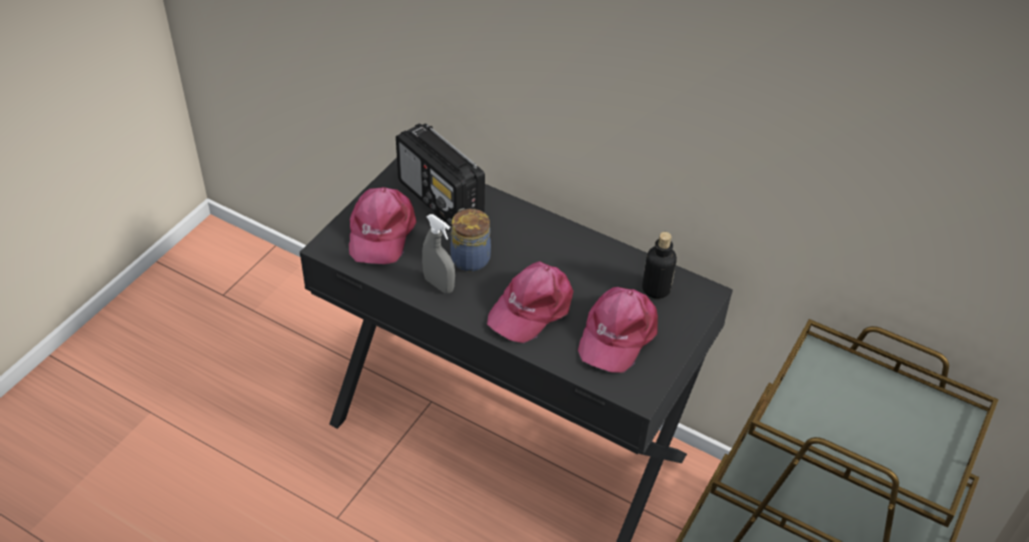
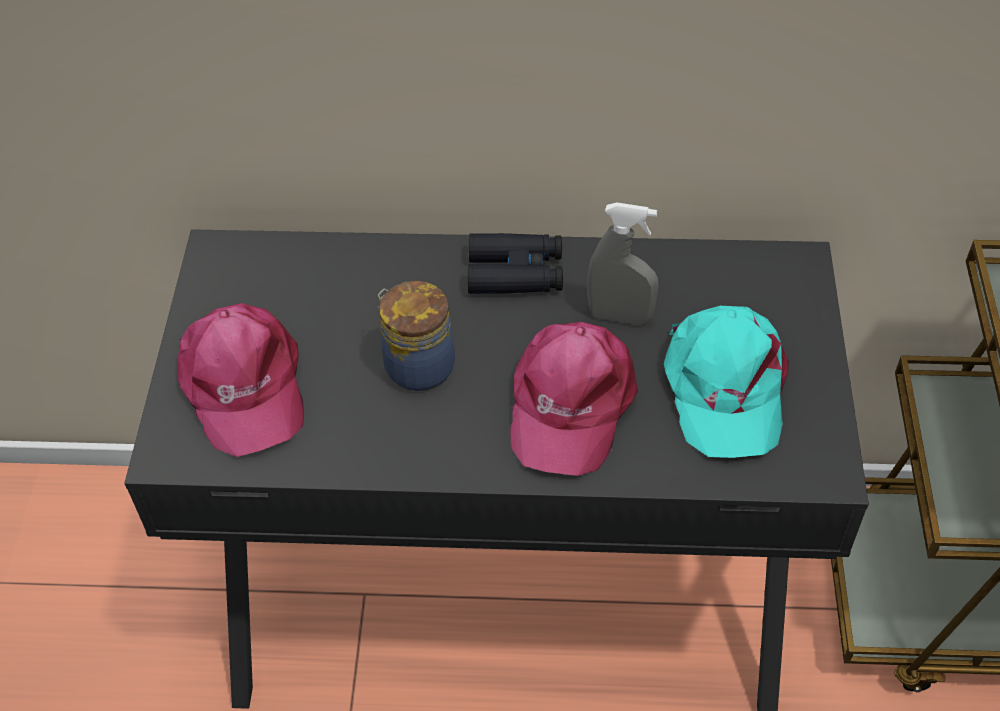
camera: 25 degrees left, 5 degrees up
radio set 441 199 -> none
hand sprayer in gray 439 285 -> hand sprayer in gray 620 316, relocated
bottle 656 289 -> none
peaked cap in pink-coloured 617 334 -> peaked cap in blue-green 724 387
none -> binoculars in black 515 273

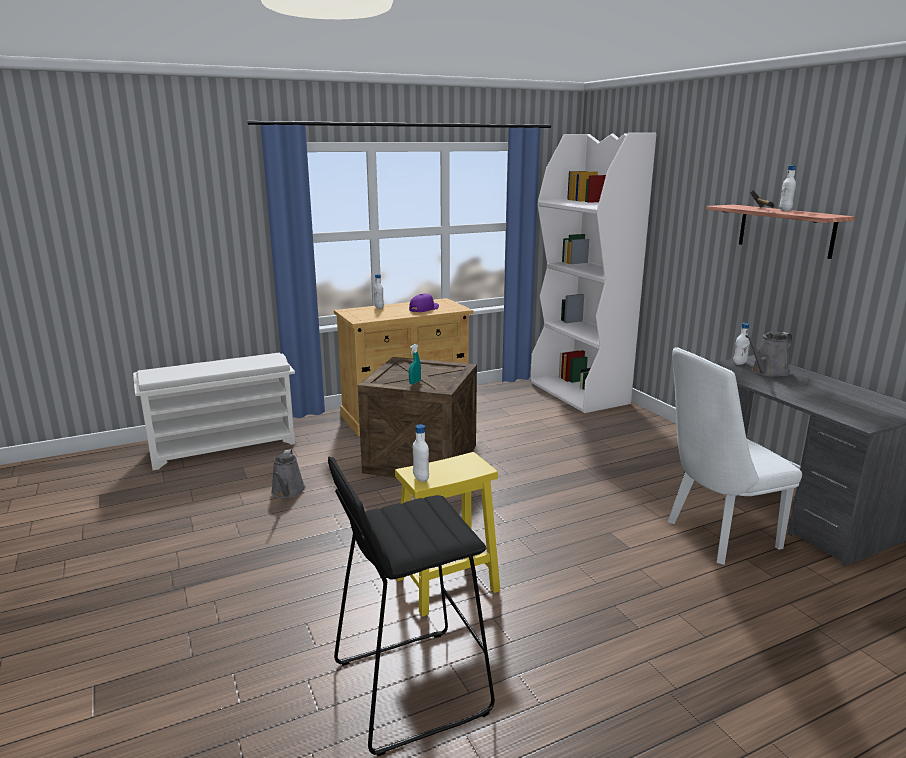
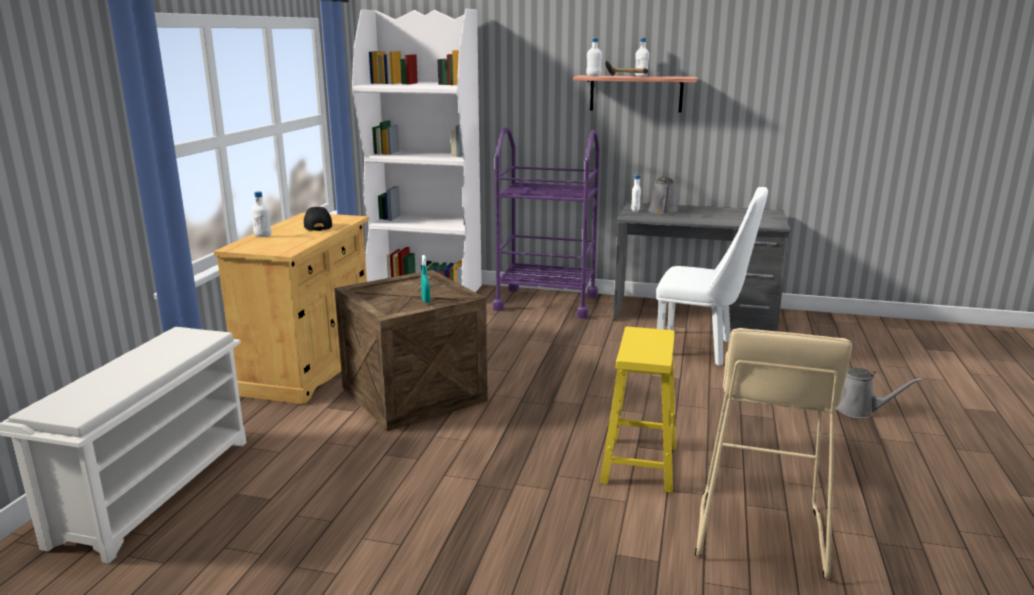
camera: 50 degrees left, 0 degrees up
peaked cap in purple 424 309 -> peaked cap in black 317 226
chair in white 715 536 -> chair in white 702 349, 90 degrees counterclockwise
bottle in white 421 478 -> bottle in white 593 76, relocated
watering pot in gray 287 492 -> watering pot in gray 858 410, relocated
stool seat in black 410 687 -> stool seat in sand-coloured 758 533
none -> cart in purple 546 302

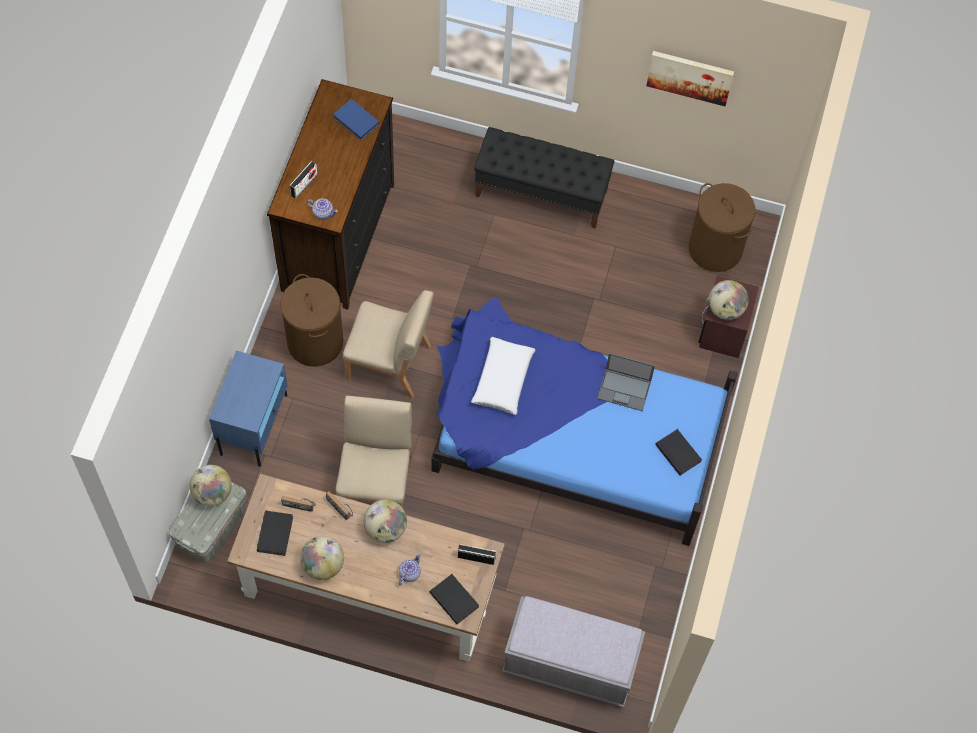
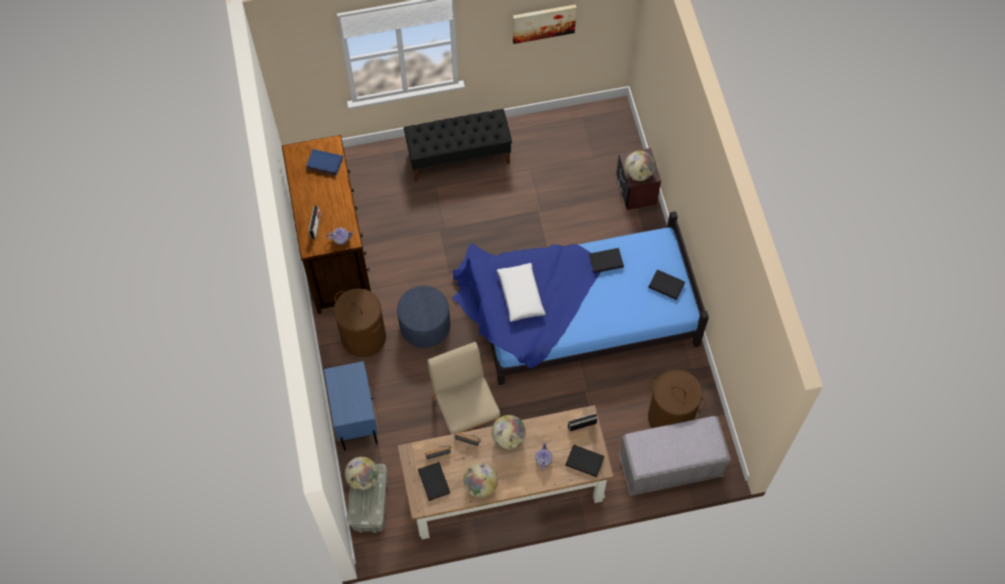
camera: 25 degrees left, 0 degrees up
washing basket in brown 715 248 -> washing basket in brown 670 417, relocated
chair in sand-coloured 389 363 -> footrest in bluish 425 325
laptop 625 389 -> book in black 606 260

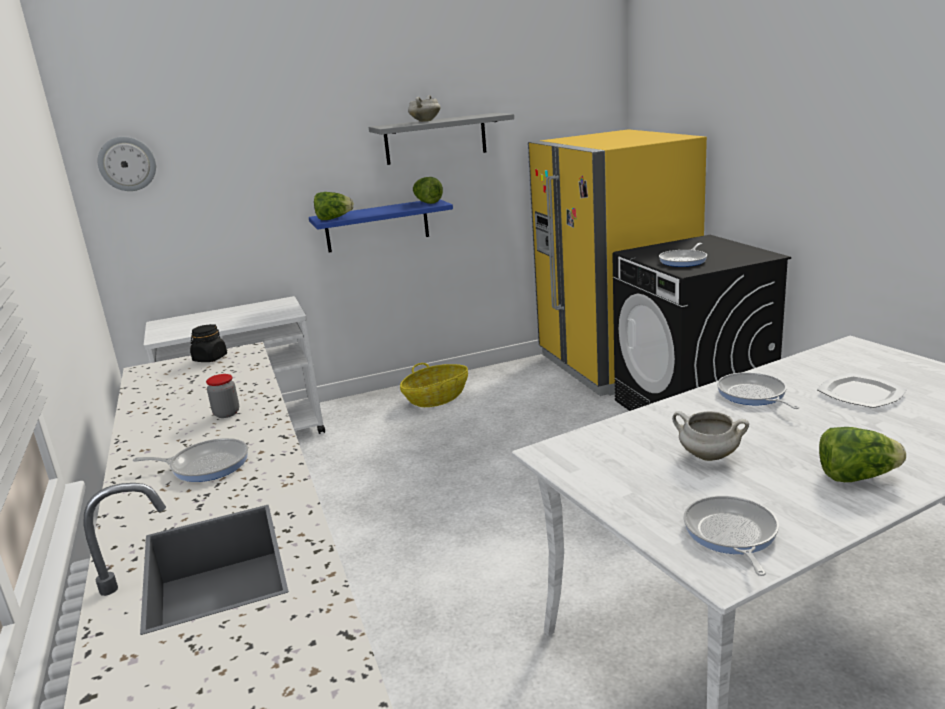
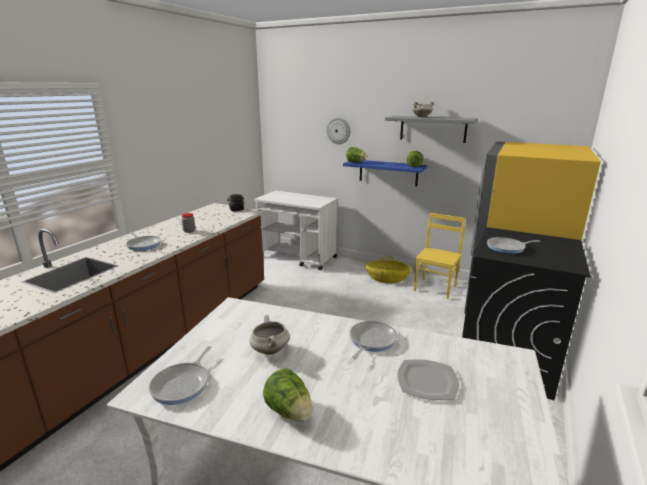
camera: 45 degrees right, 0 degrees up
wall clock 127 164 -> wall clock 338 130, relocated
frying pan 731 534 -> frying pan 183 384, 150 degrees clockwise
none -> chair in yellow-coloured 436 288

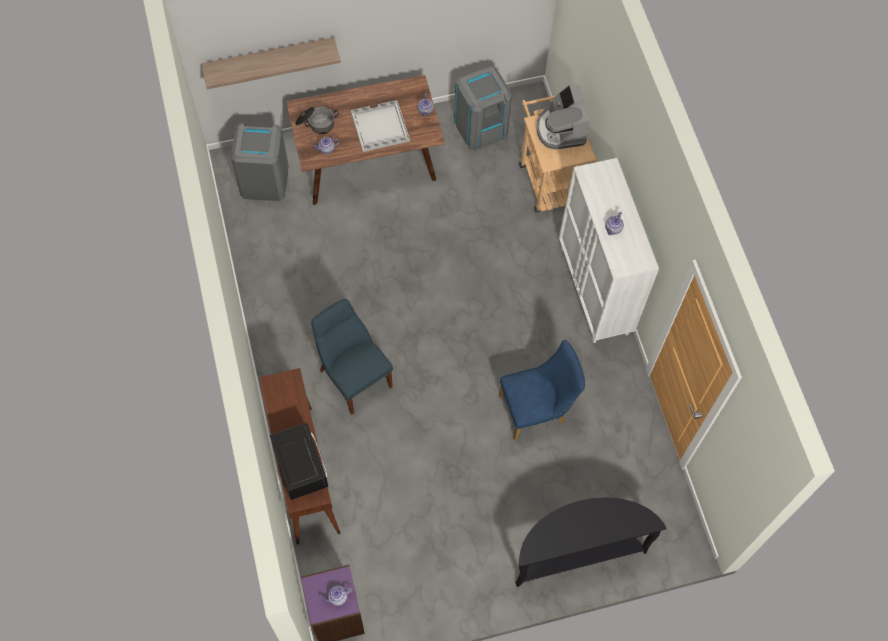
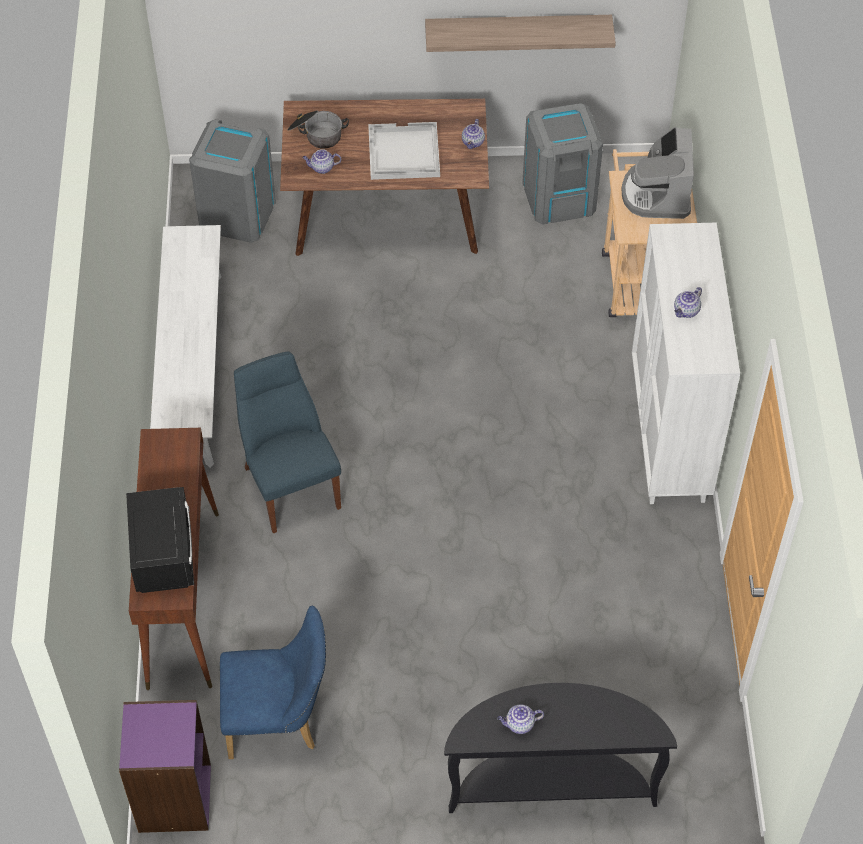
camera: 15 degrees right, 10 degrees down
bracket shelf 269 58 -> bracket shelf 518 30, relocated
chair in bluish 537 410 -> chair in bluish 279 721, relocated
tea pot 337 597 -> tea pot 519 724, relocated
none -> long seat in white 193 368

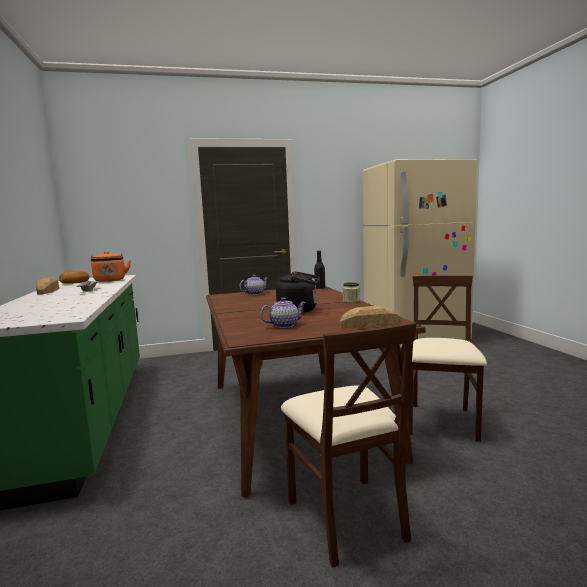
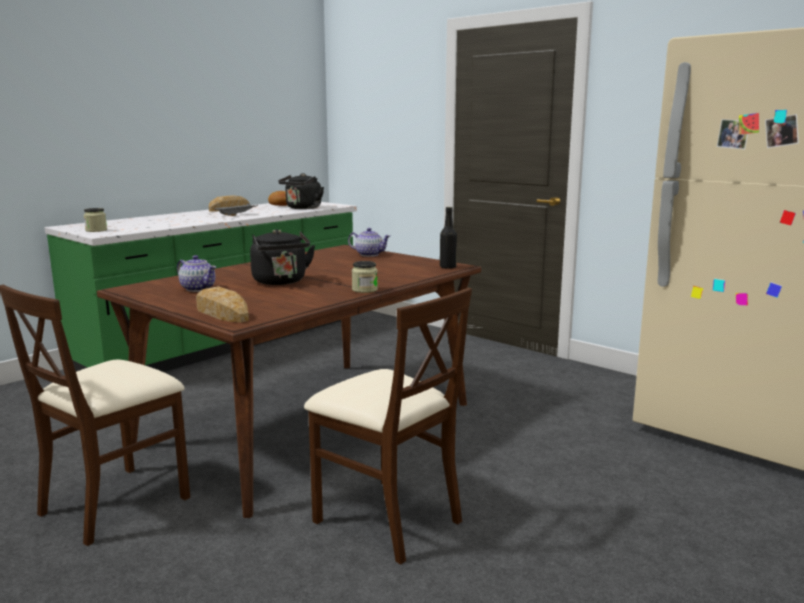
camera: 55 degrees right, 5 degrees up
tea kettle in orangey 110 280 -> tea kettle in black 302 208
chair in sand-coloured 441 422 -> chair in sand-coloured 387 519, 60 degrees clockwise
none -> preserve jar 96 230

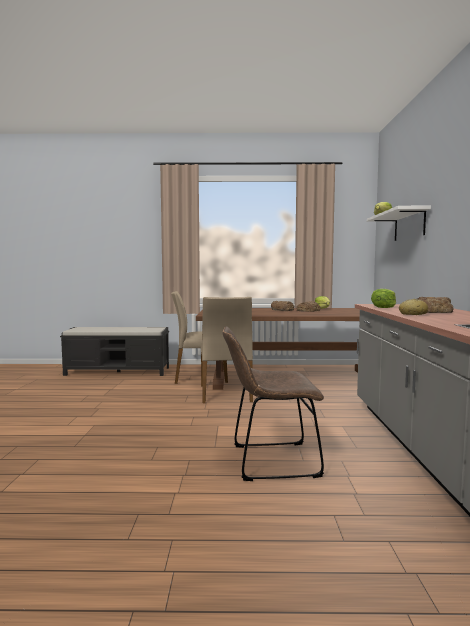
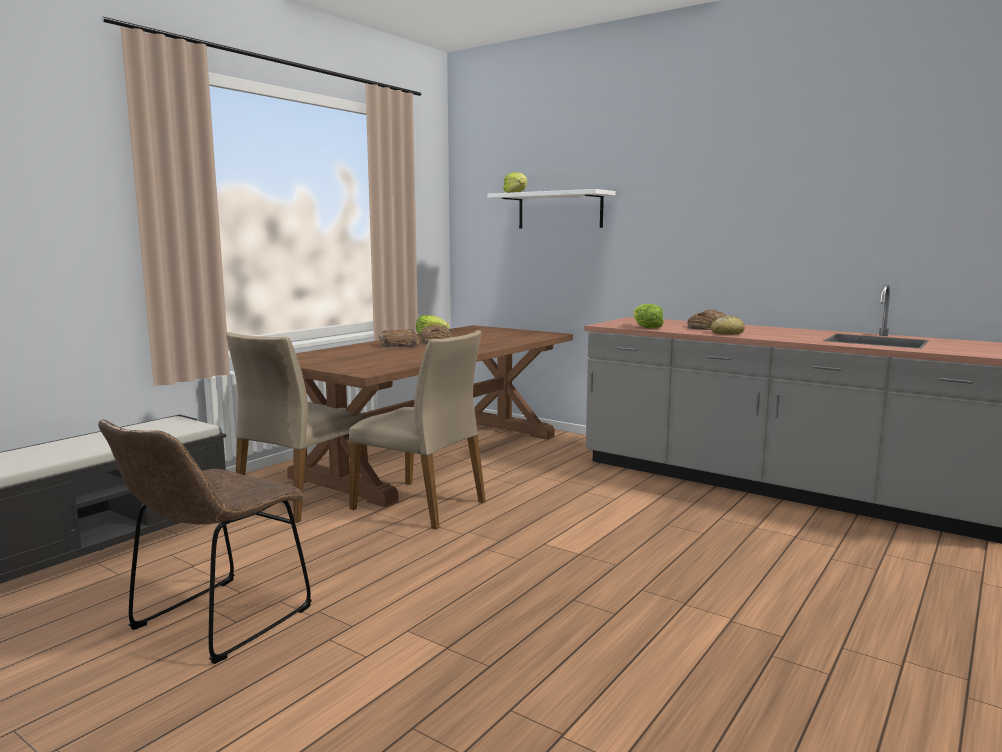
camera: 55 degrees left, 5 degrees up
chair in brown 269 461 -> chair in brown 215 622, relocated

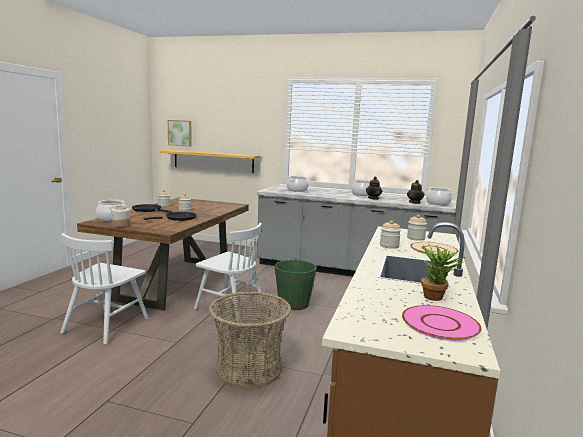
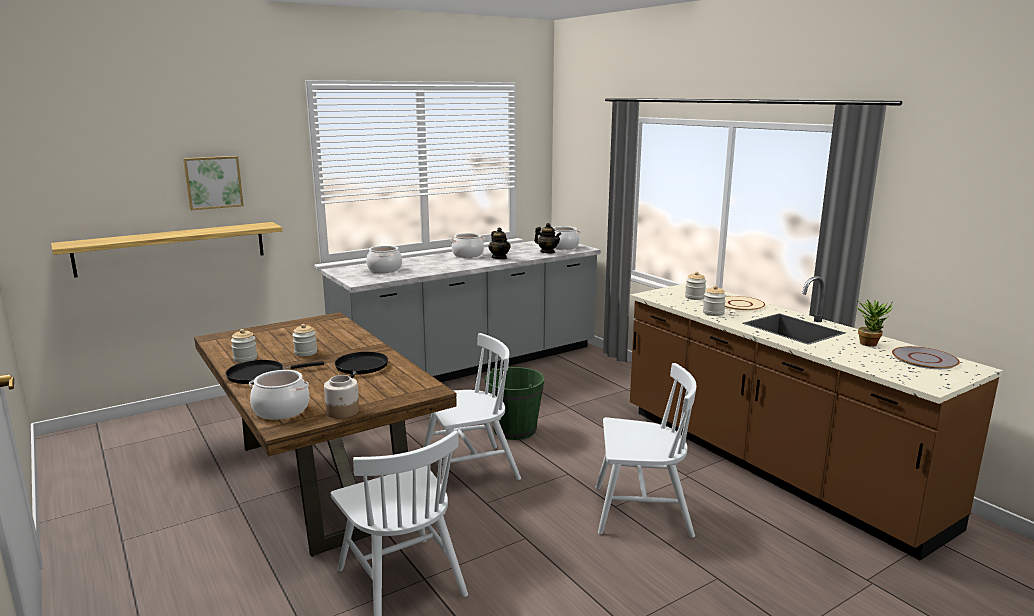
camera: 50 degrees left, 5 degrees up
wall art 180 133 -> wall art 213 182, relocated
storage basket 248 370 -> chair in white 641 512
flat dish in pink-coloured 440 324 -> flat dish in gray 925 359

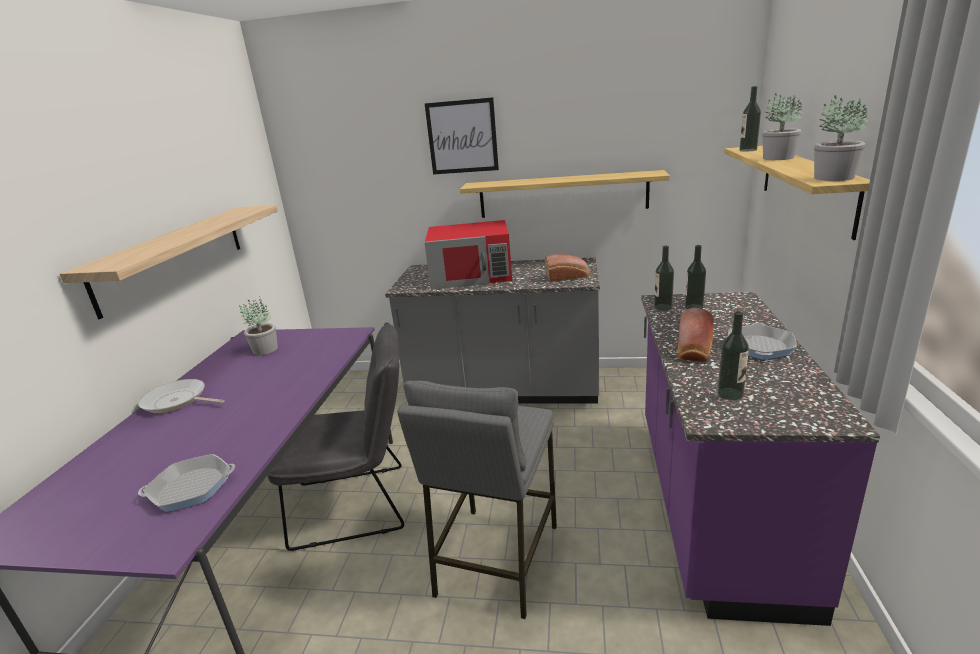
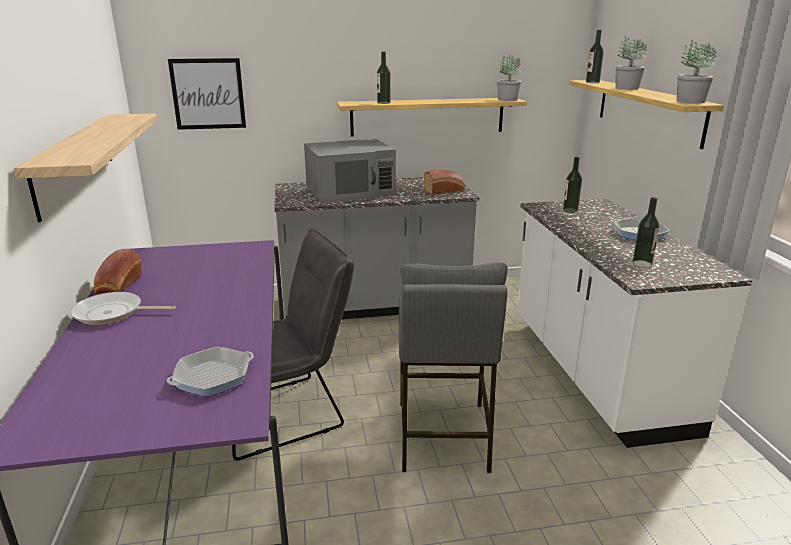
camera: 20 degrees left, 0 degrees up
wall art 462 137 -> wall art 208 94, relocated
kitchen microwave in red 472 275 -> kitchen microwave in gray 351 191
bottle 663 307 -> bottle 383 103, relocated
kitchen base unit in purple 712 505 -> kitchen base unit in white 595 373
potted plant 265 349 -> potted plant 507 99, relocated
bread 694 349 -> bread 118 285, relocated

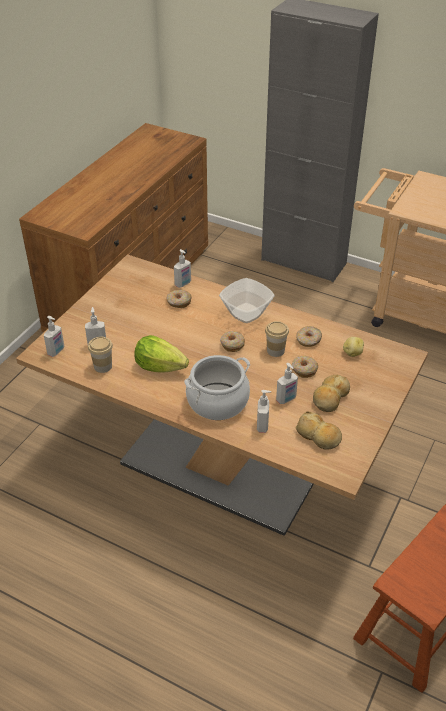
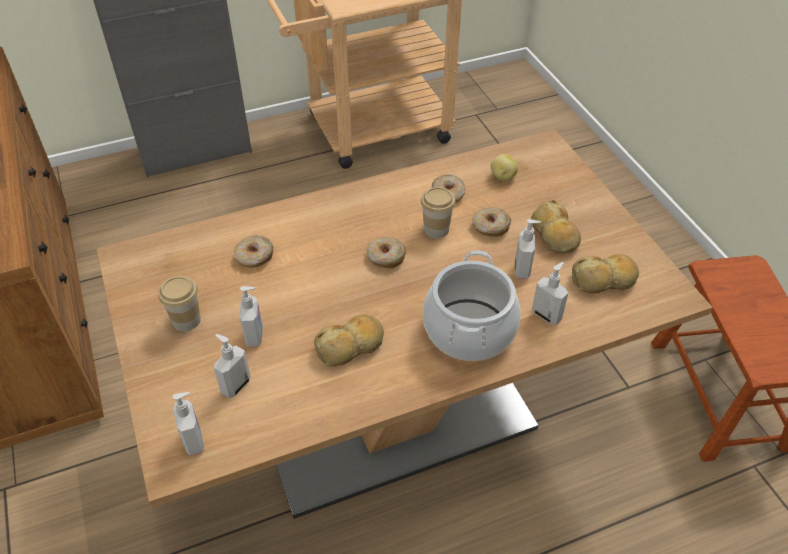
camera: 50 degrees left, 5 degrees up
liquid soap bottle 183 284 -> liquid soap bottle 255 336, relocated
bowl 245 313 -> none
head of lettuce 160 366 -> bread 351 346
small cup 103 366 -> small cup 186 320, relocated

